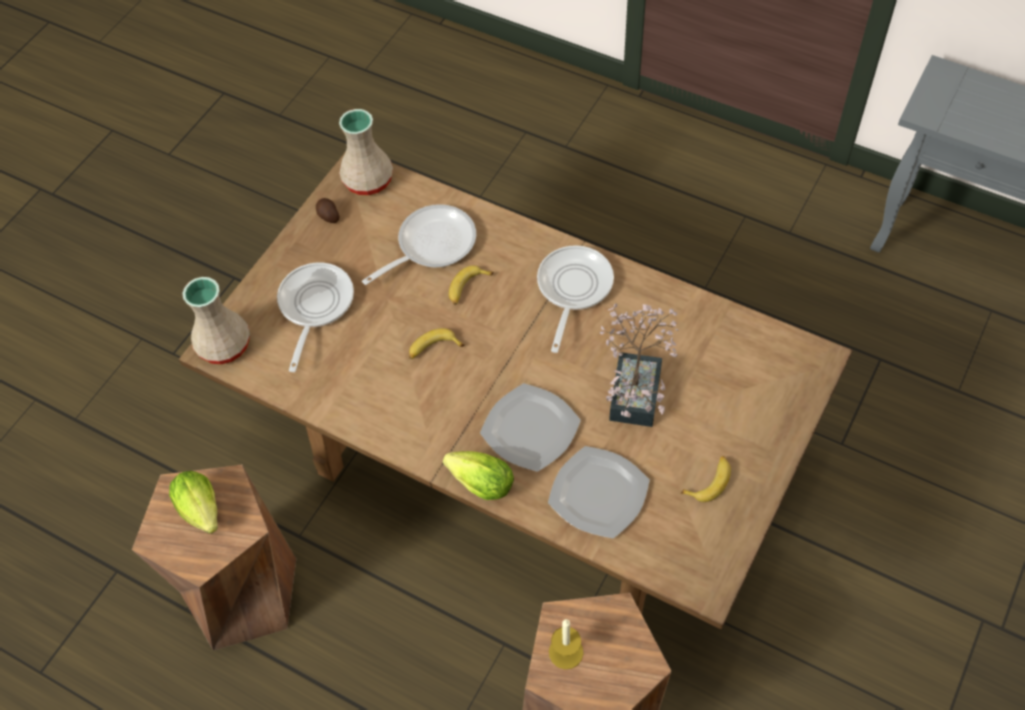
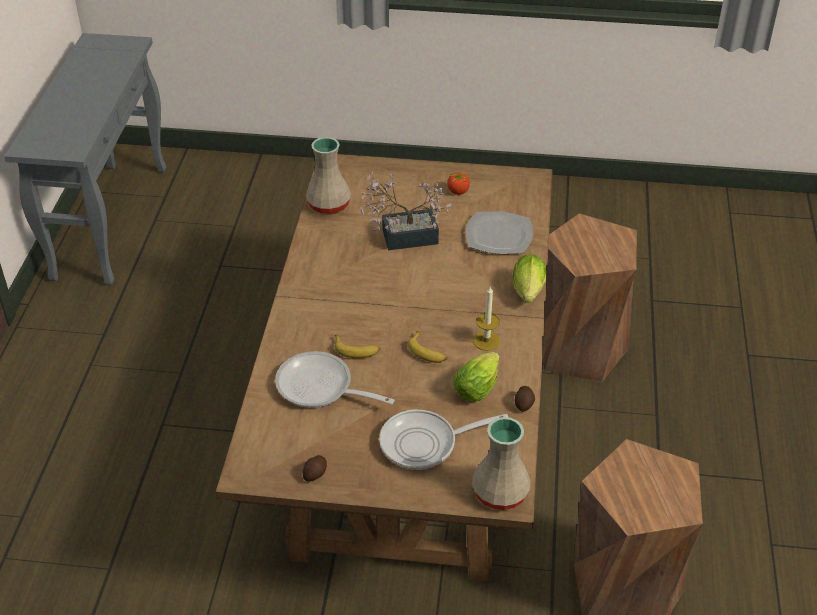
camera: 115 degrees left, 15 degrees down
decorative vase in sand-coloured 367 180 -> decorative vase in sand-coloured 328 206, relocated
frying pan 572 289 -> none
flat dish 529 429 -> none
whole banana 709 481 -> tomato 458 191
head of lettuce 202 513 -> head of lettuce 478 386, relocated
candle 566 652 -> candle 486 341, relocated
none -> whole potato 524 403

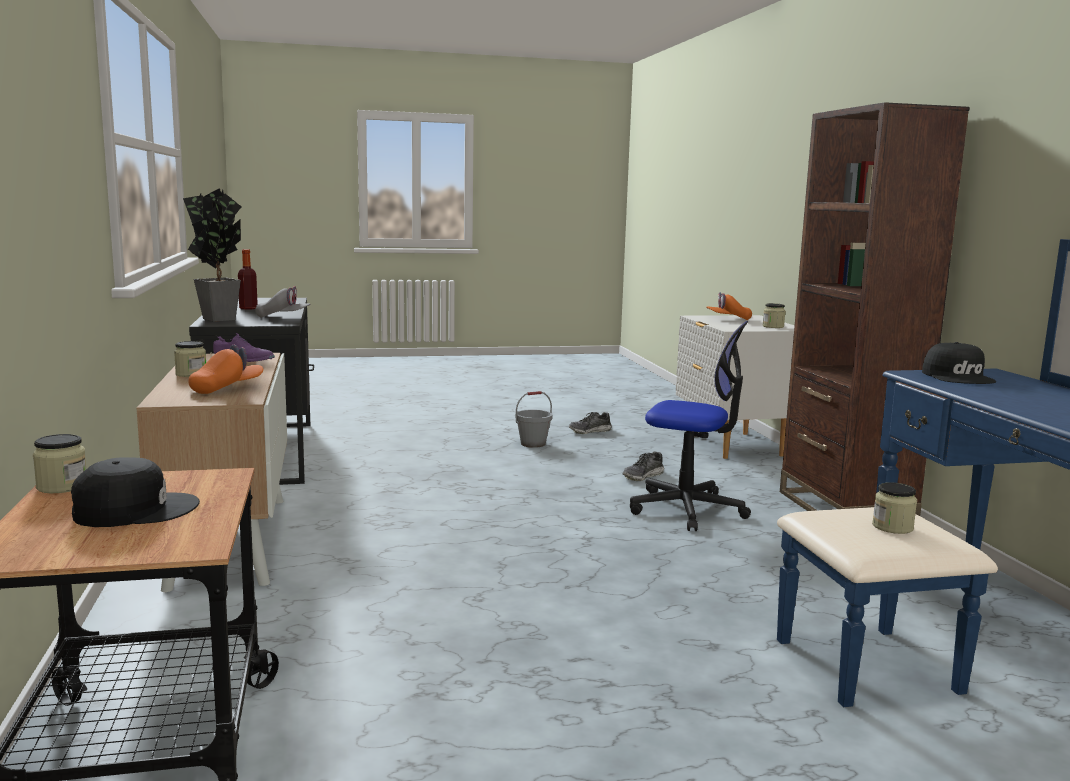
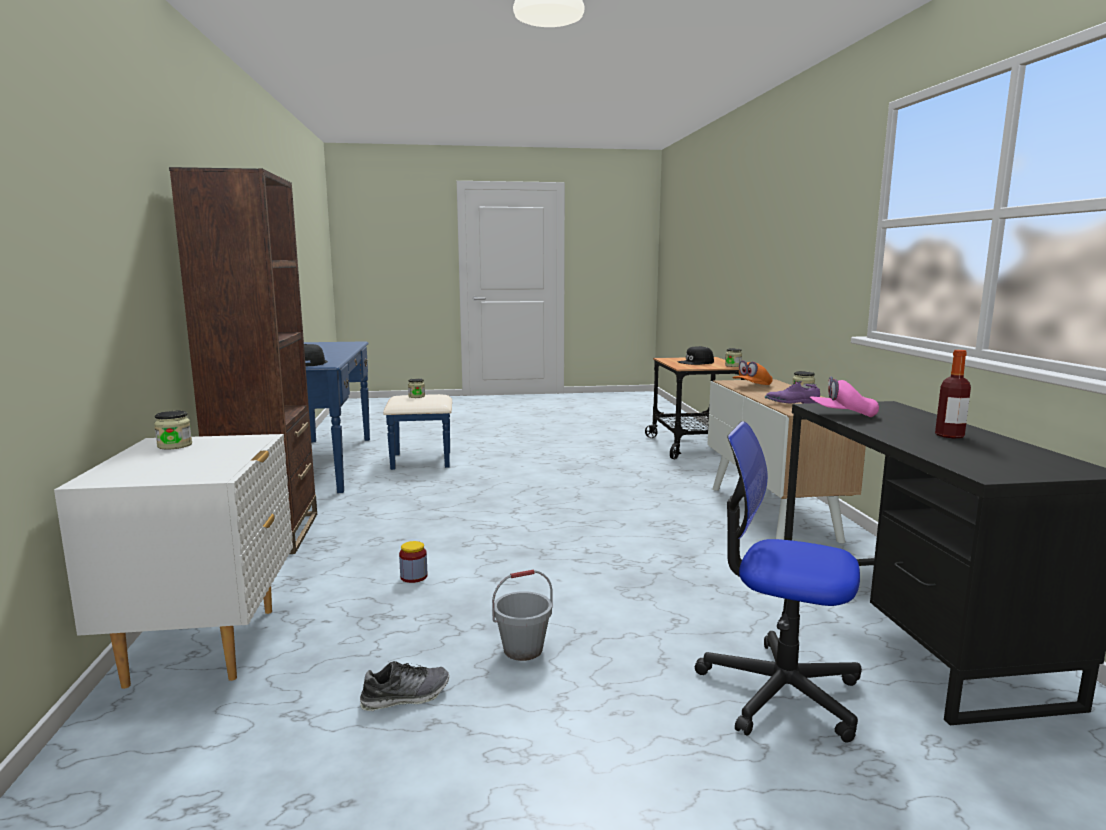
camera: 175 degrees left, 0 degrees up
potted plant 219 318 -> none
peaked cap in gray 283 317 -> peaked cap in pink-coloured 842 415
peaked cap in orangey 728 319 -> none
office chair 687 509 -> office chair 779 691, relocated
item of footwear 643 476 -> preserve jar 414 577

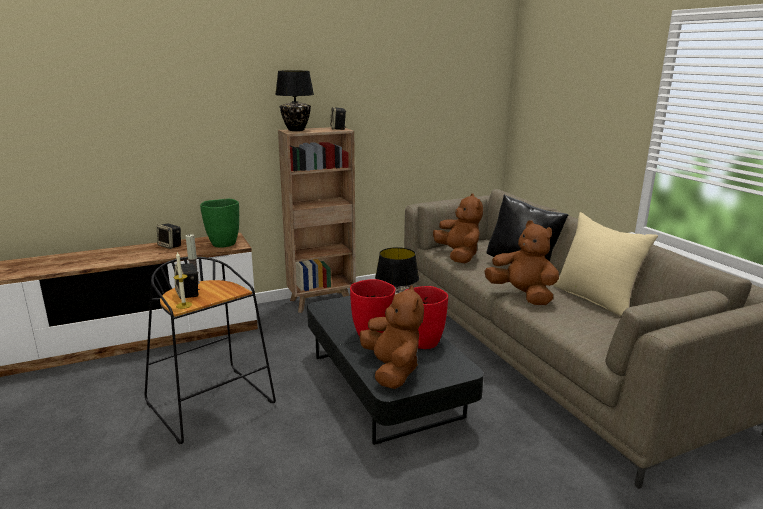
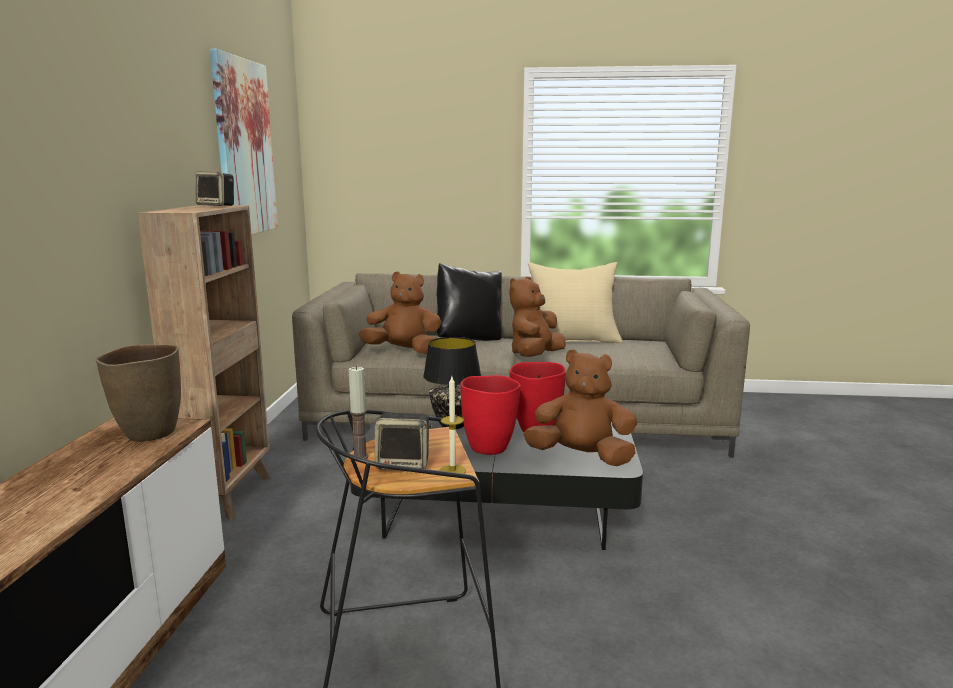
camera: 60 degrees left, 5 degrees down
table lamp in black 296 130 -> none
decorative vase in greenish 223 244 -> decorative vase in brown 149 434
plush toy in brown 522 295 -> plush toy in brown 535 356, 45 degrees counterclockwise
loudspeaker 170 246 -> none
none -> wall art 244 148

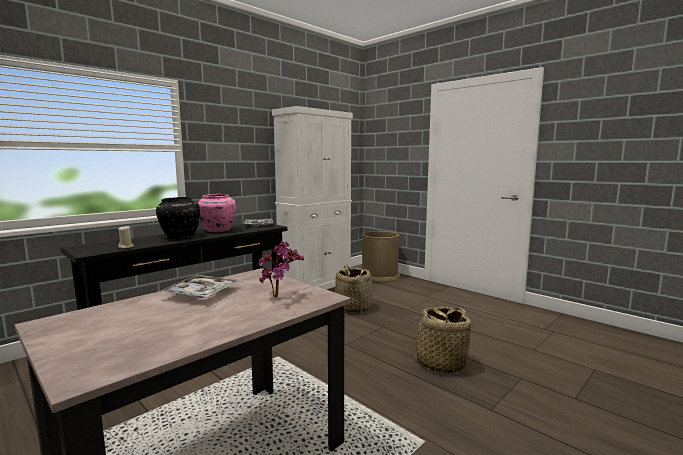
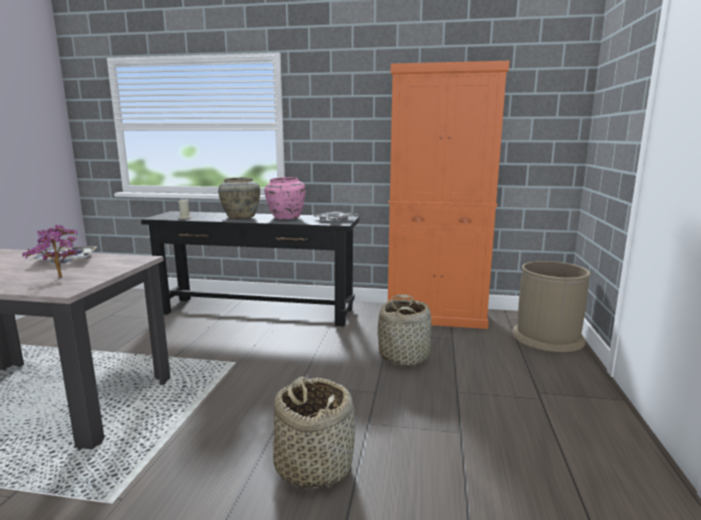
camera: 55 degrees right, 5 degrees up
cupboard in white 315 285 -> cupboard in orangey 436 316
decorative vase in black 179 237 -> decorative vase in sand-coloured 241 217

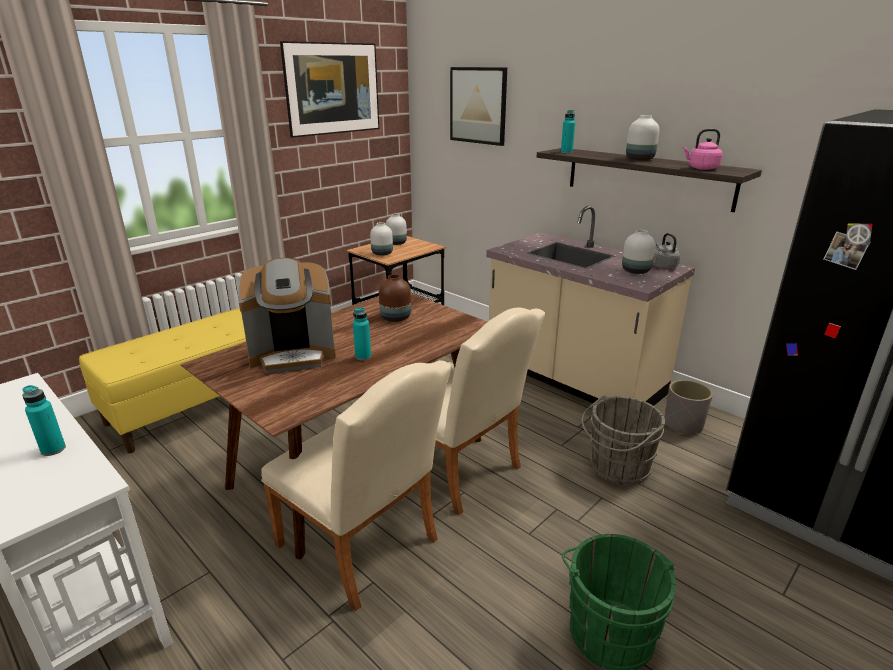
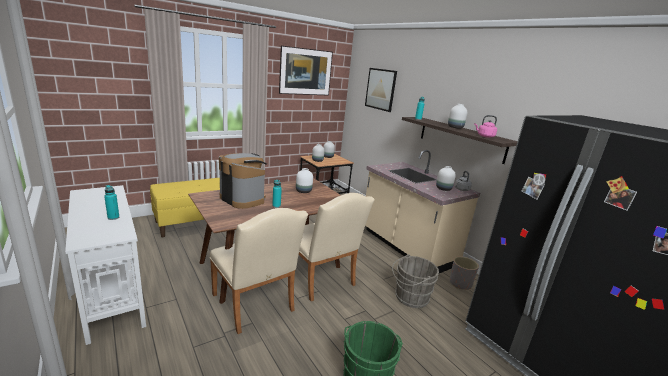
camera: 10 degrees right, 5 degrees down
coffee brewer 293 355 -> coffee brewer 243 199, 135 degrees counterclockwise
decorative vase in brown 396 318 -> decorative vase in white 304 191

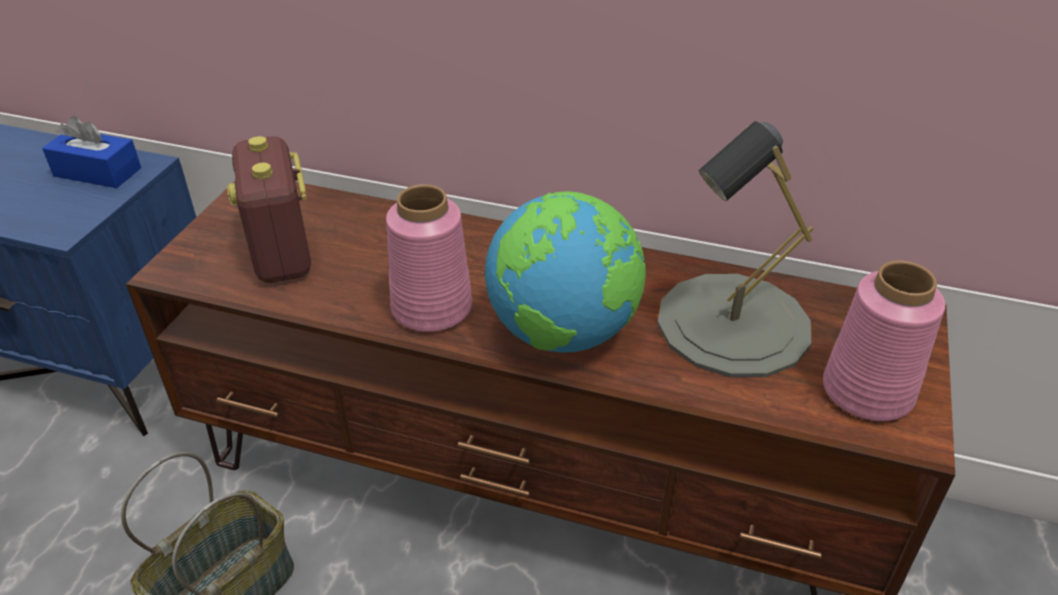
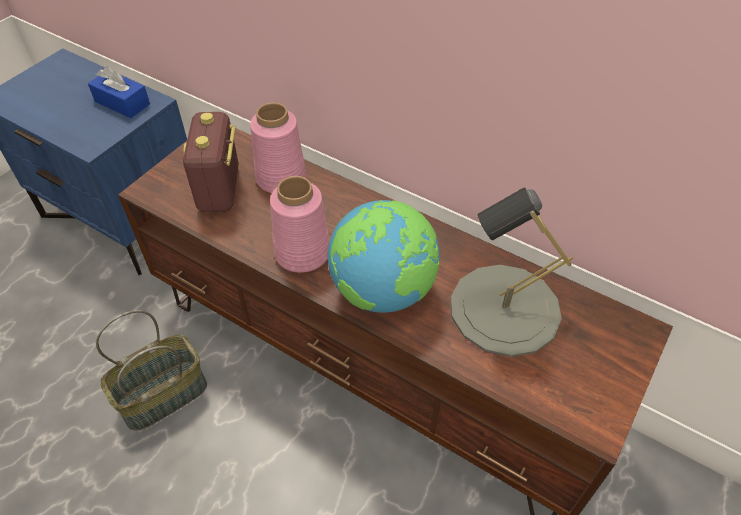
camera: 15 degrees right, 10 degrees up
decorative vase in pink-coloured 868 392 -> decorative vase in pink-coloured 281 179, relocated

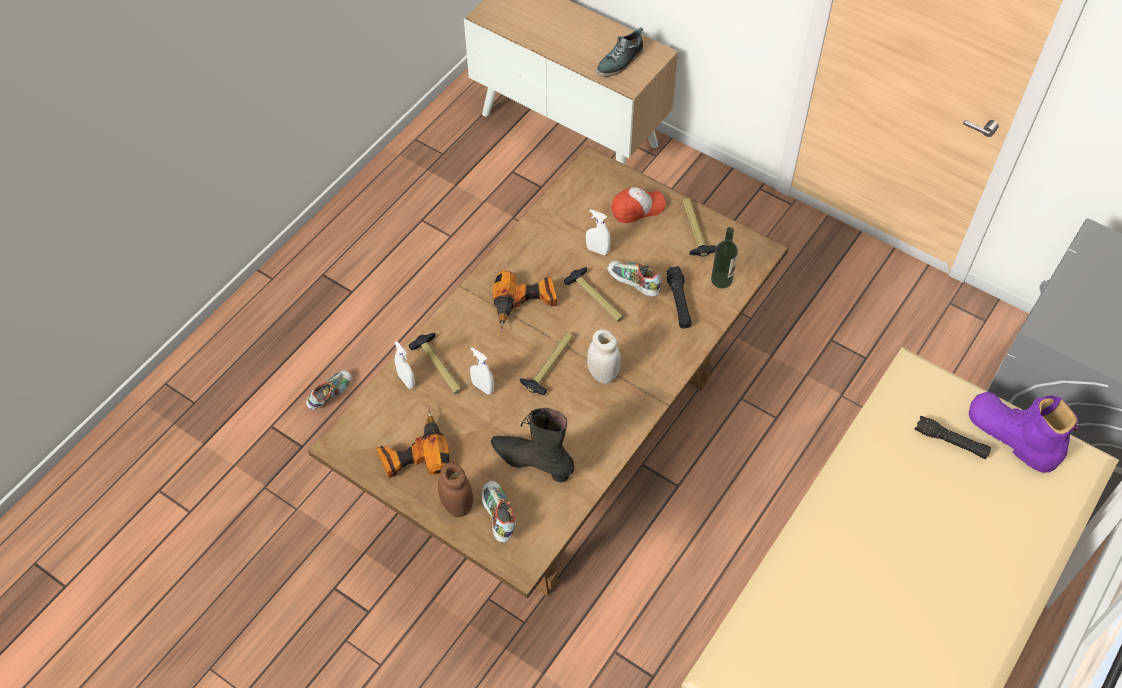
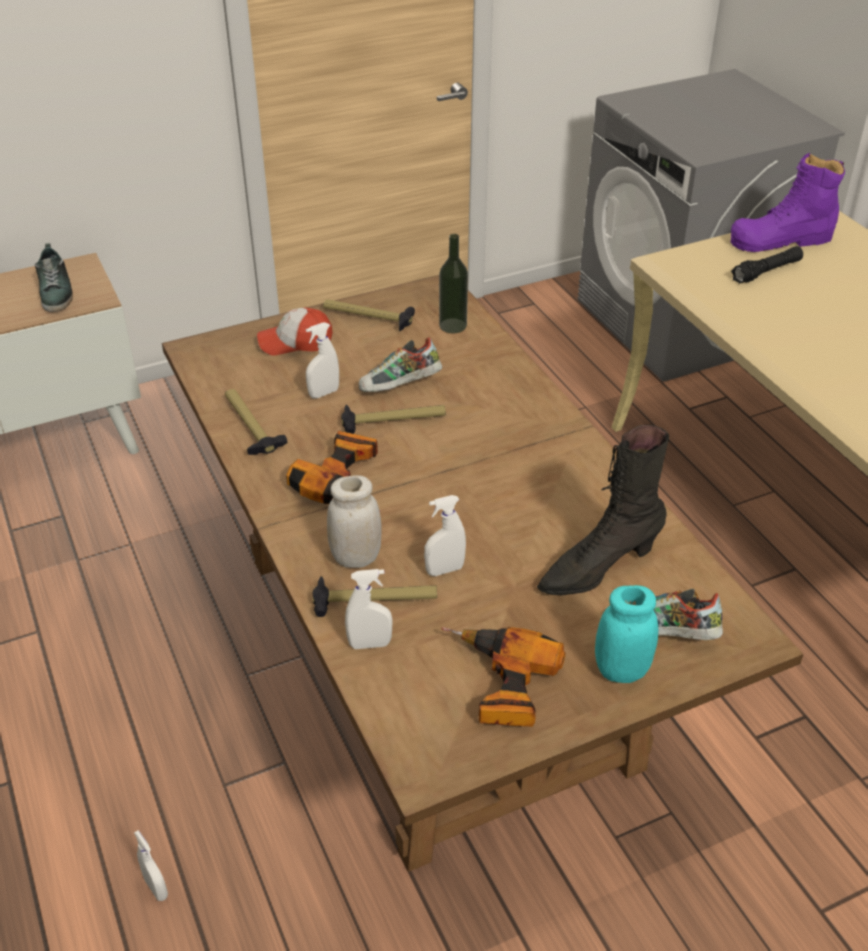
camera: 60 degrees left, 15 degrees down
peaked cap 637 208 -> peaked cap 295 343, 105 degrees counterclockwise
flashlight in black 679 302 -> none
preserve jar in white 603 374 -> preserve jar in white 356 558, relocated
tool hammer 549 365 -> tool hammer 249 426, relocated
item of footwear 330 394 -> hand sprayer in white 156 888
preserve jar in brown 457 505 -> preserve jar in blue-green 621 670

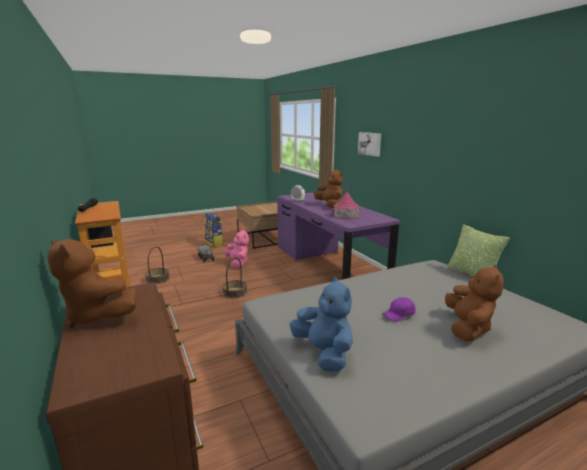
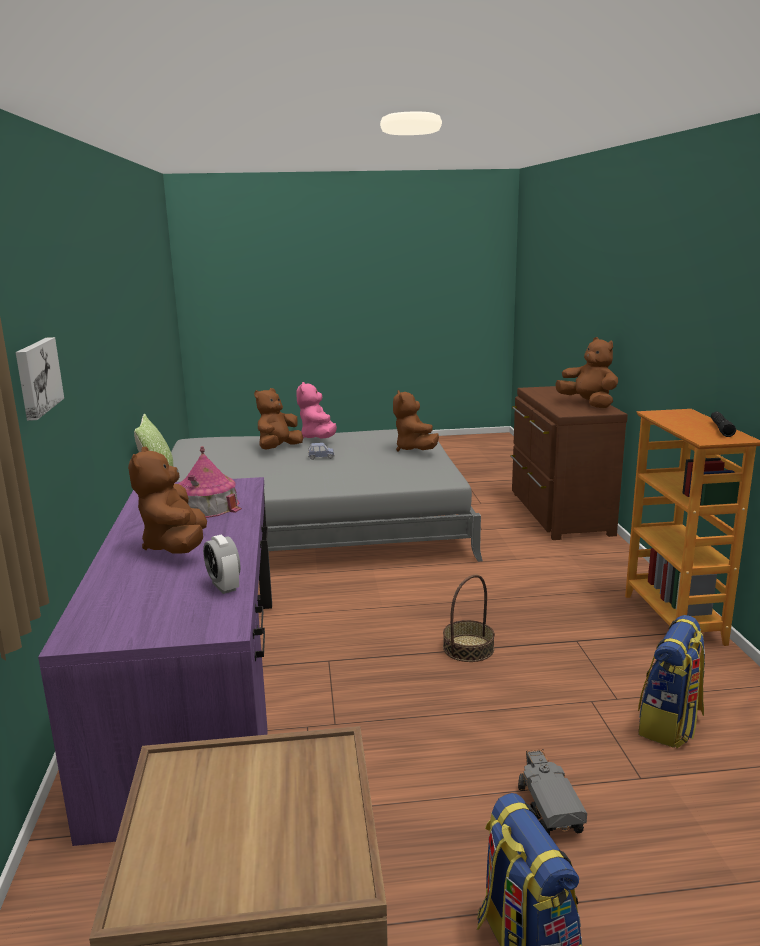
camera: 160 degrees left, 0 degrees up
plush toy in pink-coloured 237 263 -> plush toy in pink-coloured 318 438, relocated
storage basket 157 279 -> knapsack 670 725
plush toy in bluish 324 353 -> plush toy in brown 414 449
peaked cap in purple 399 315 -> model car in bluish 321 457

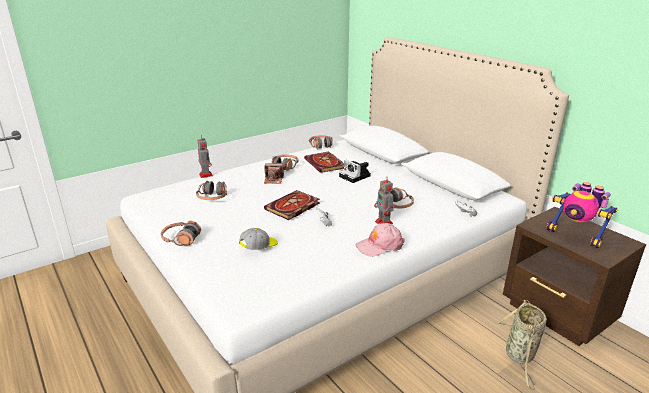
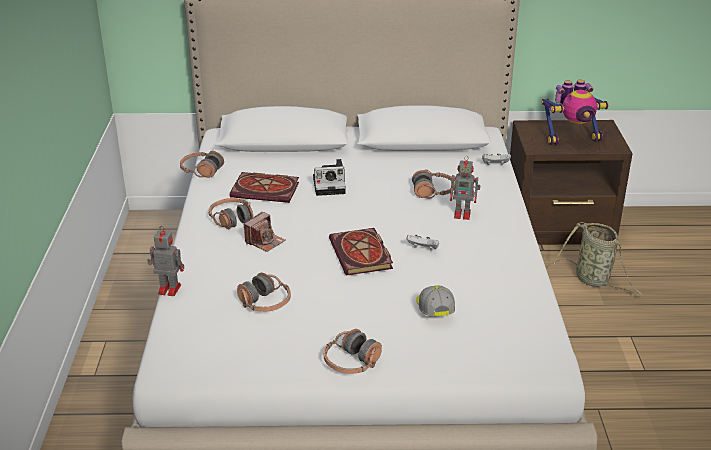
camera: 55 degrees left, 5 degrees up
peaked cap in pink-coloured 379 245 -> none

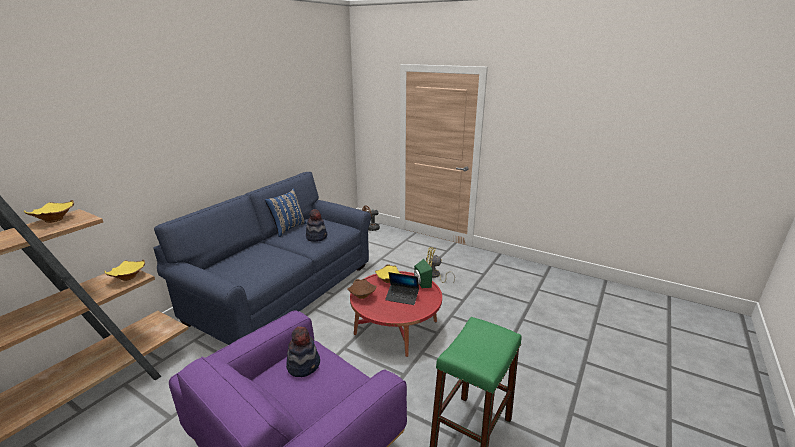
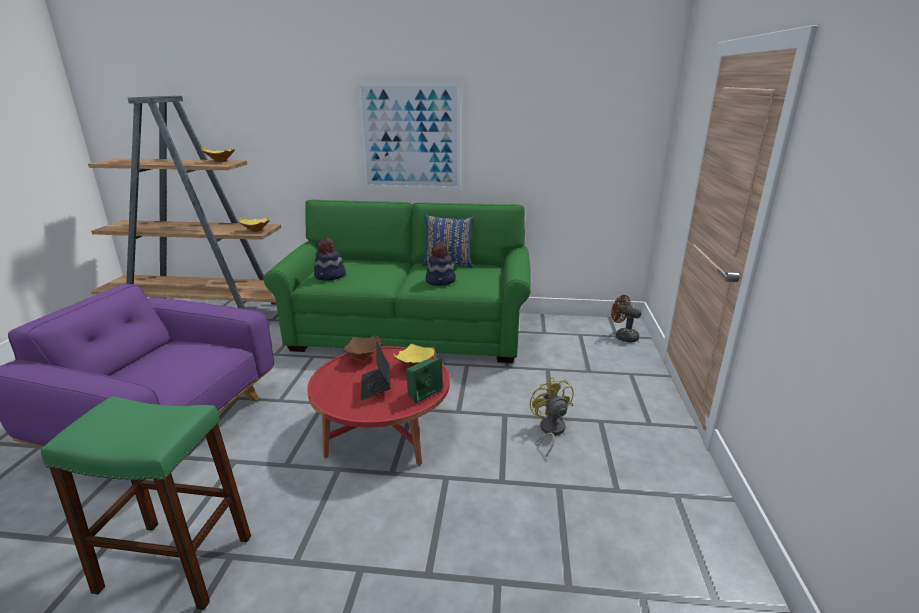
camera: 65 degrees right, 0 degrees up
settee in bluish 284 291 -> settee in greenish 410 332
clothing hat 304 365 -> clothing hat 330 276, relocated
none -> wall art 410 137

